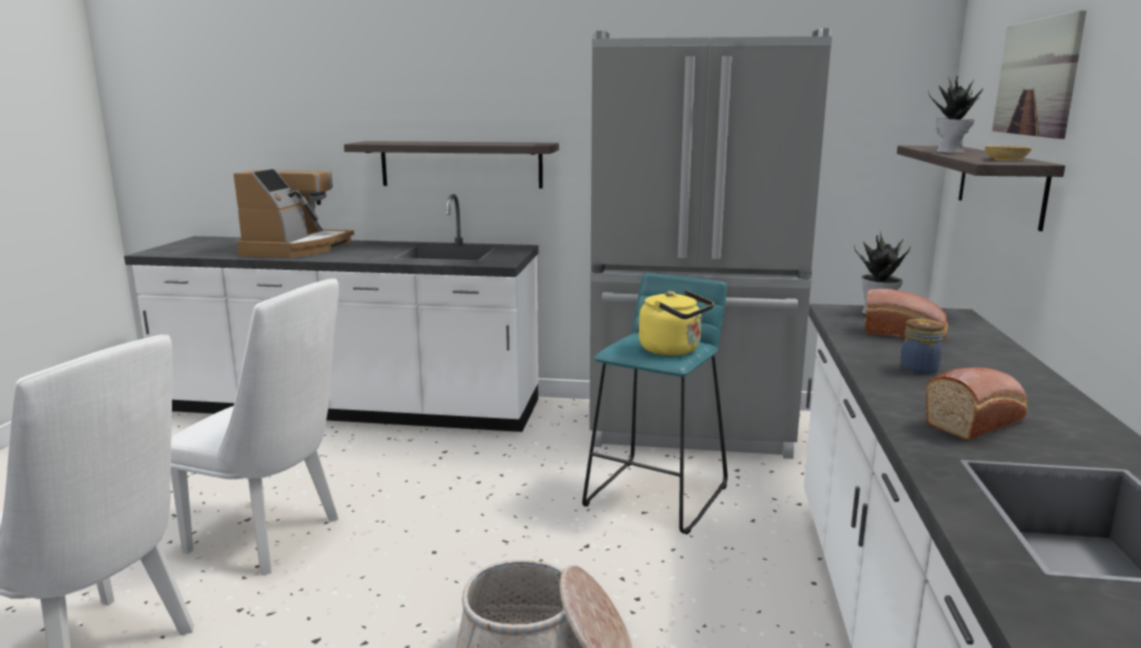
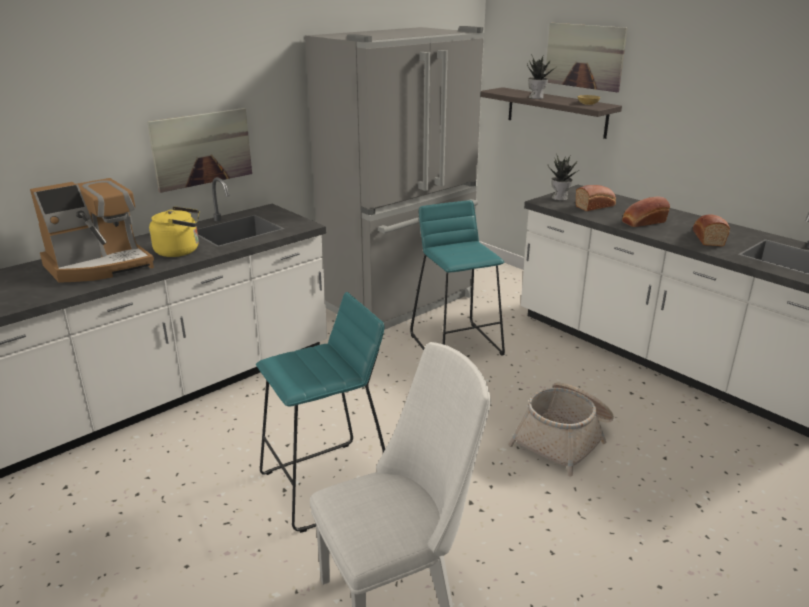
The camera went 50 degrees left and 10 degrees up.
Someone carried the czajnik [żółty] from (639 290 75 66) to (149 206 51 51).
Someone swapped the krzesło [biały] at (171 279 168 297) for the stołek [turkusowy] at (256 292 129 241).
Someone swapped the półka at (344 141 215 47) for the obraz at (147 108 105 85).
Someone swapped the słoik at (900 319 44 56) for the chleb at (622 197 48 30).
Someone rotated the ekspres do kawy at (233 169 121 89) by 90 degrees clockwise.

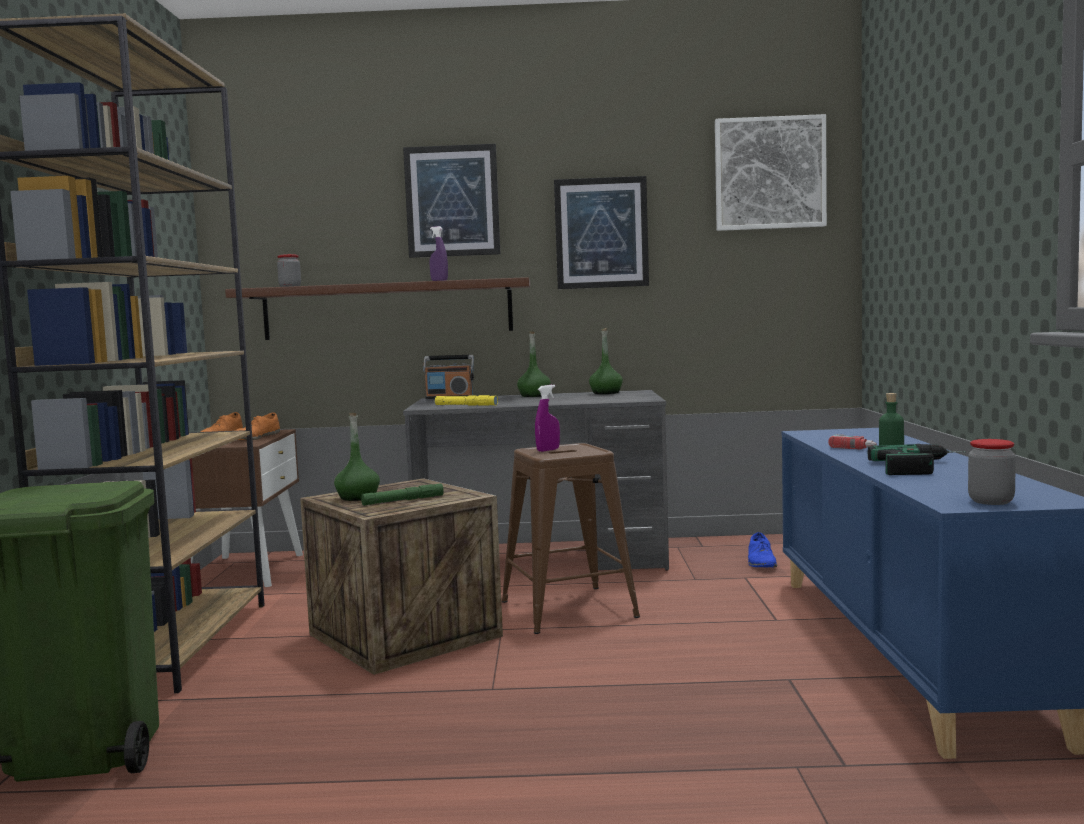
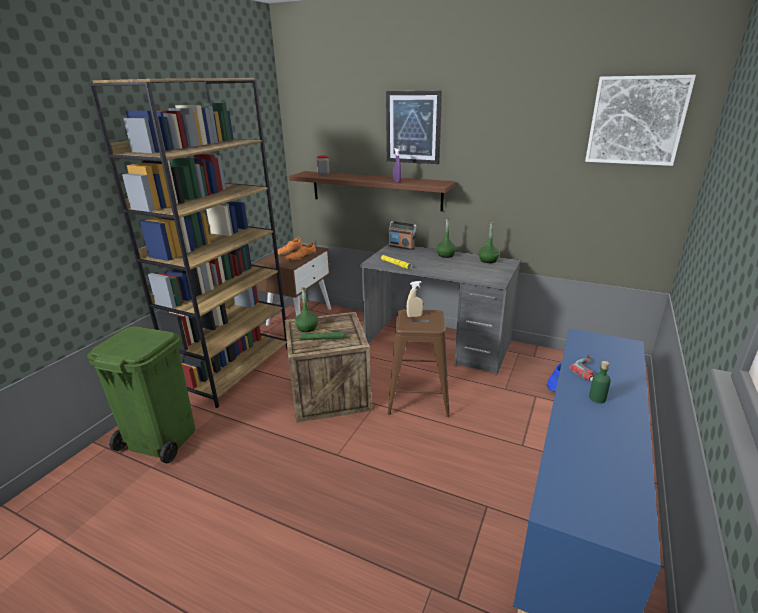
The camera went 25 degrees right and 20 degrees up.
Someone took away the obraz at (554 176 95 113).
Someone took away the wiertarka at (868 444 98 31).
Someone took away the słoik at (968 439 48 66).
Someone repainted the spryskiwacz [fioletowy] at (535 385 25 67), which became the spryskiwacz [beżowy] at (407 281 16 36).

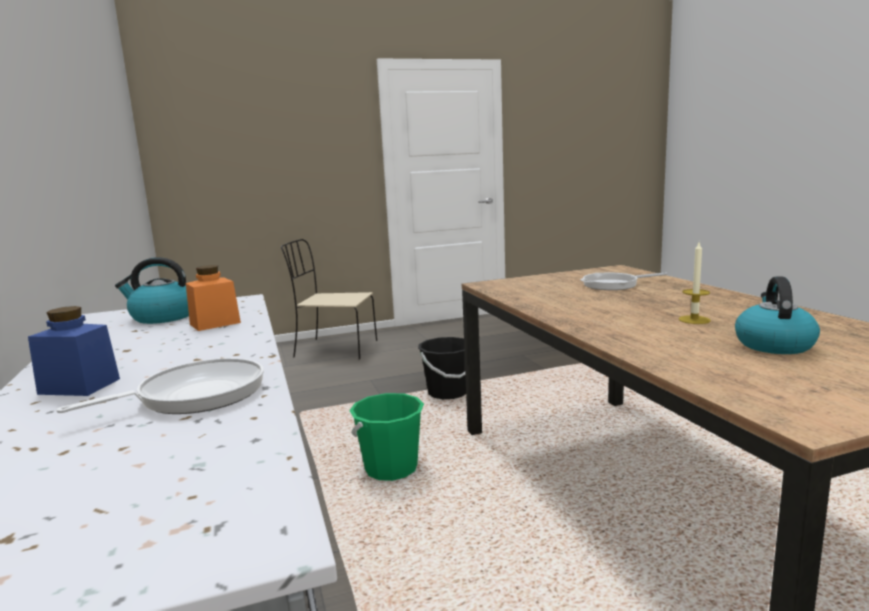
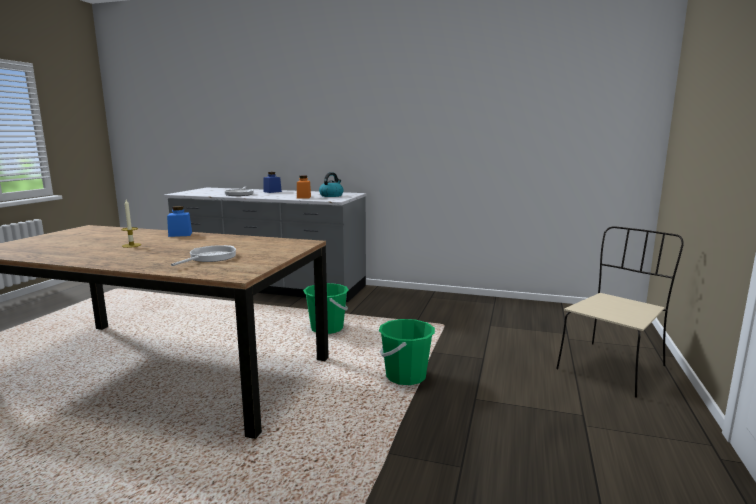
The camera went 125 degrees right and 0 degrees up.
Someone took away the czajnik at (735 277 85 77).
Someone put down the słoik [niebieski] at (167 206 25 31).
Someone repainted the wiadro [czarny] at (418 337 48 62), which became the wiadro [zielony] at (379 319 56 66).

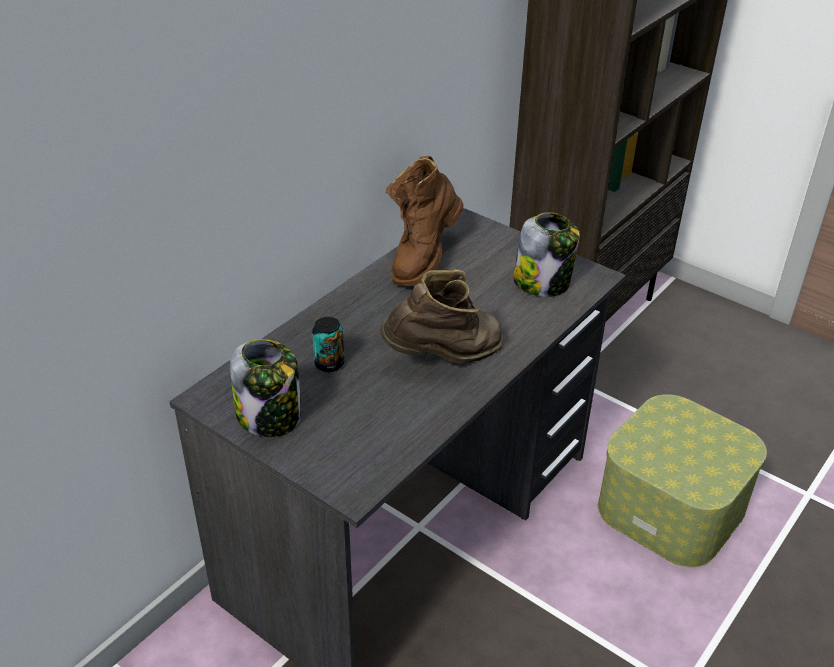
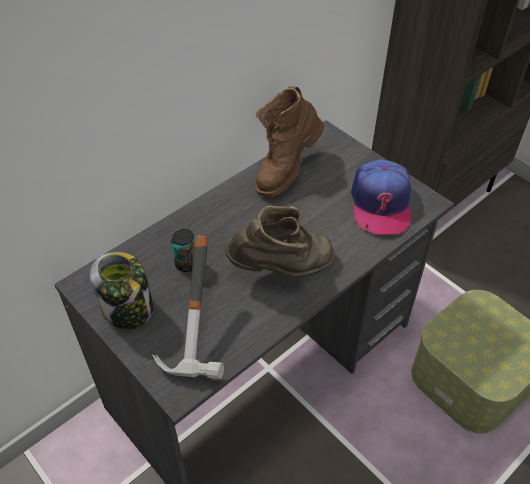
The camera went 10 degrees right and 10 degrees up.
Someone put down the młotek at (153 236 71 143).
Someone swapped the słoik at (513 212 67 85) for the czapka z daszkiem at (351 159 60 76).

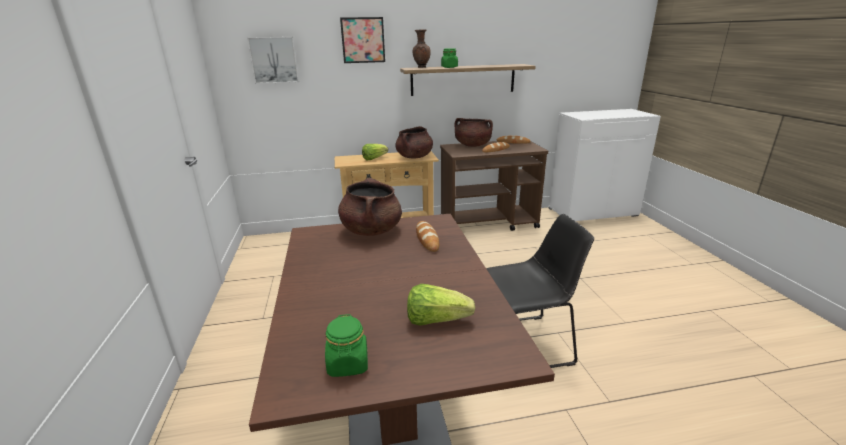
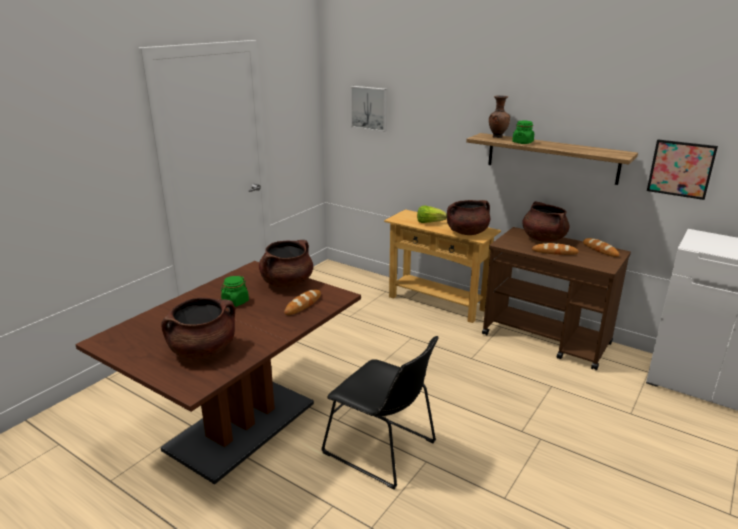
The camera went 45 degrees right and 0 degrees up.
Someone carried the słoik [zielony] from (325 314 43 63) to (221 276 28 31).
Someone carried the obraz from (340 17 45 46) to (647 139 71 61).
Someone swapped the sałata at (407 284 68 41) for the garnek [brązowy] at (161 298 74 61).

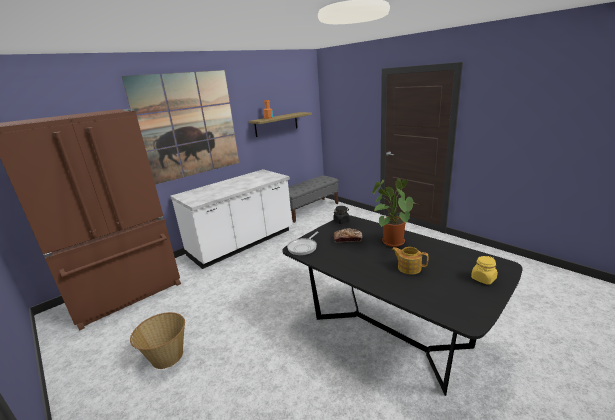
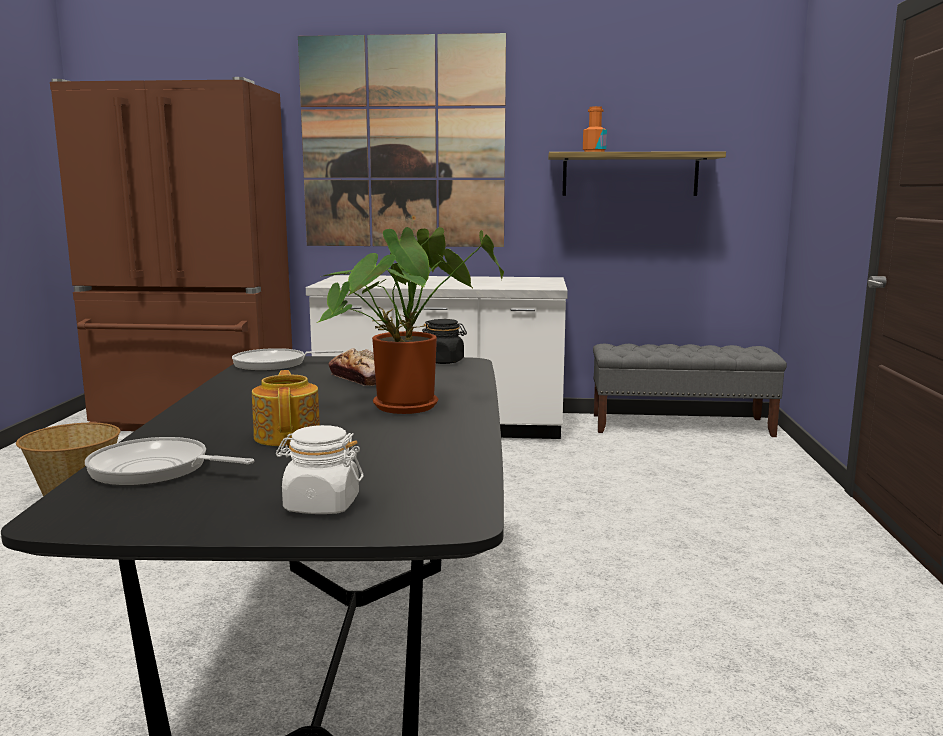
The camera went 45 degrees right and 10 degrees down.
Someone put down the patelnia at (85 437 169 49).
Someone repainted the słoik [żółty] at (471 256 27 29), which became the słoik [biały] at (276 425 87 89).

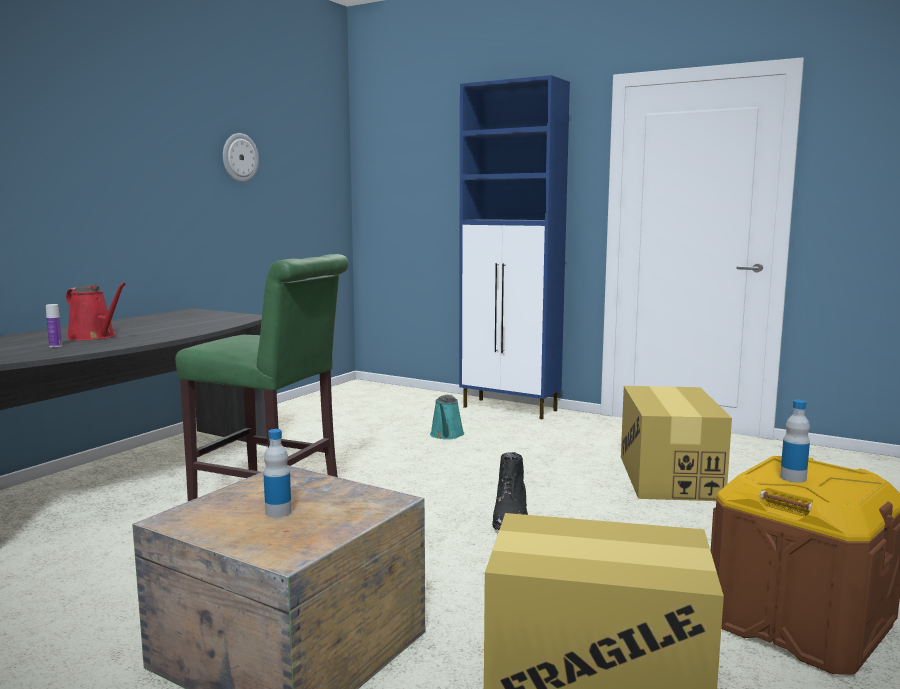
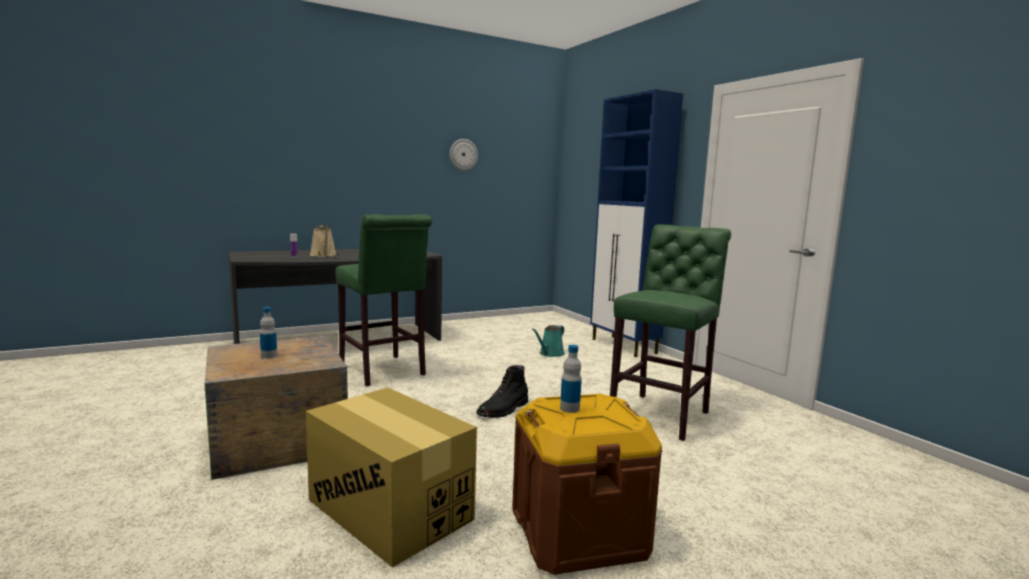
The camera went 30 degrees right and 0 degrees up.
Someone swapped the karton at (621 386 111 115) for the stołek [zielony] at (610 224 121 217).
Someone repainted the konewka [czerwony] at (66 283 60 57), which became the konewka [beżowy] at (310 225 27 32).

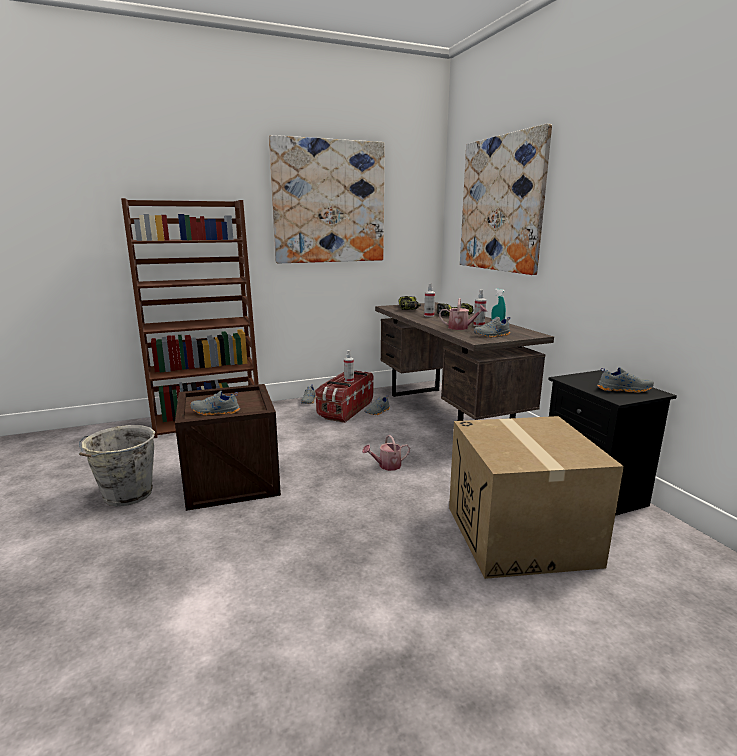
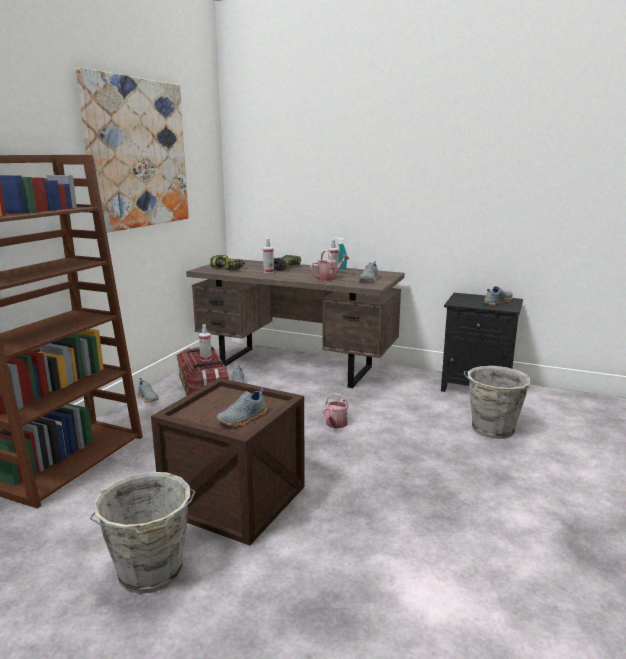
The camera went 45 degrees left and 0 degrees up.
Someone took away the obraz at (460 124 92 151).
Someone swapped the karton at (449 416 175 163) for the wiadro [szary] at (464 366 67 73).

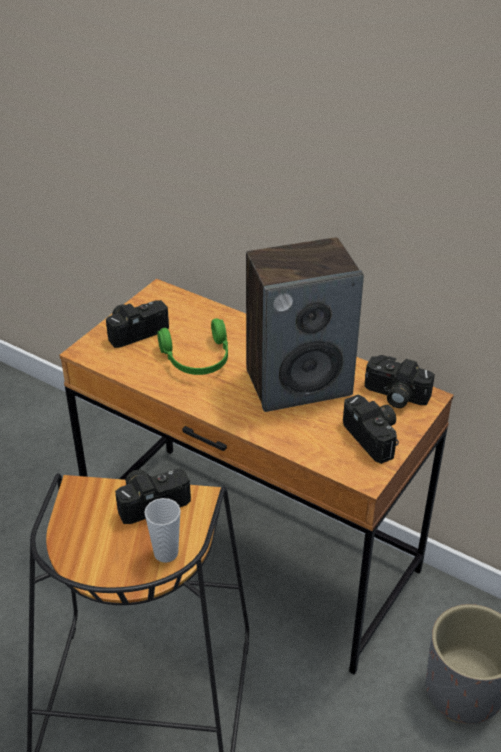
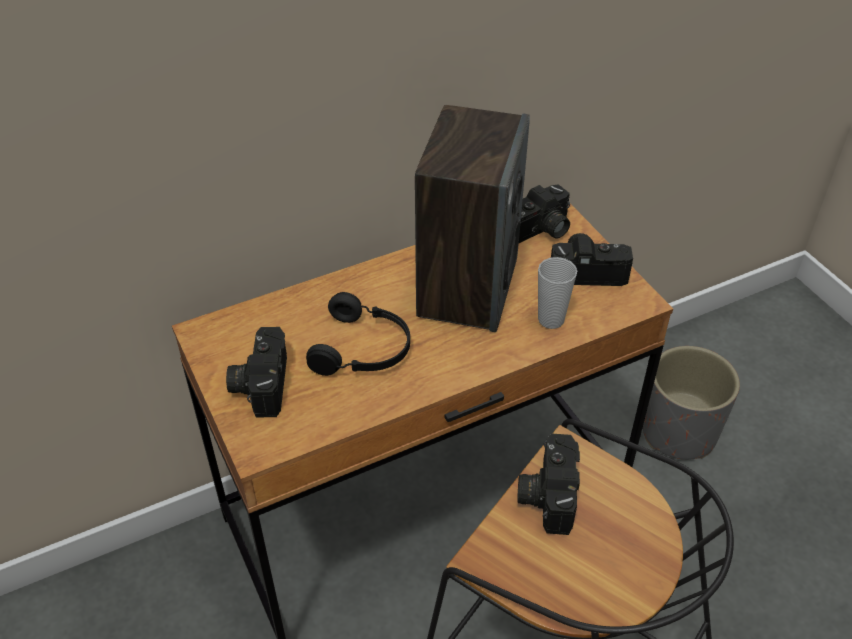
The camera went 60 degrees left and 5 degrees up.
Someone carried the filiżanka from (144 498 36 65) to (538 257 39 72).
Someone repainted the słuchawki [zielony] at (157 318 71 57), which became the słuchawki [czarny] at (306 292 104 84).

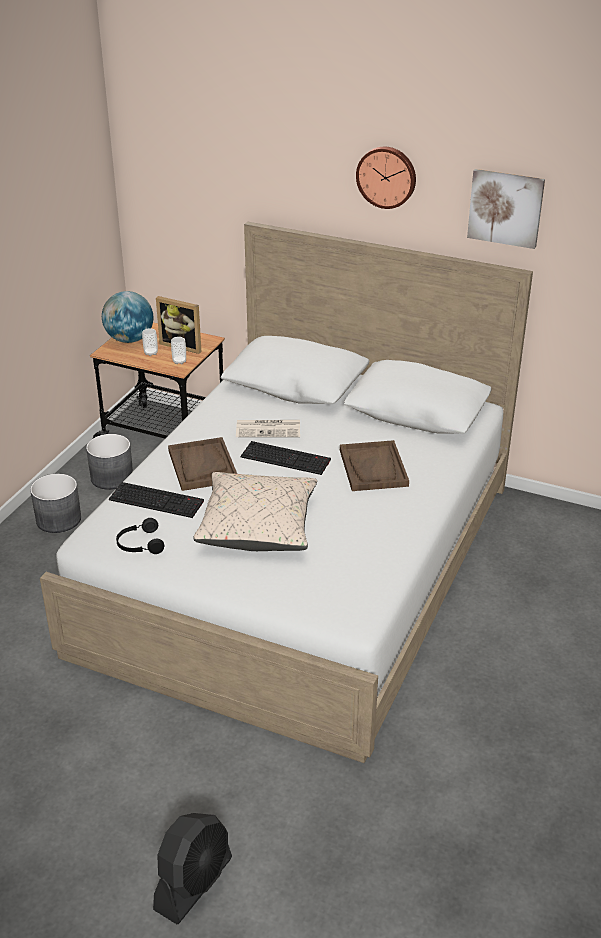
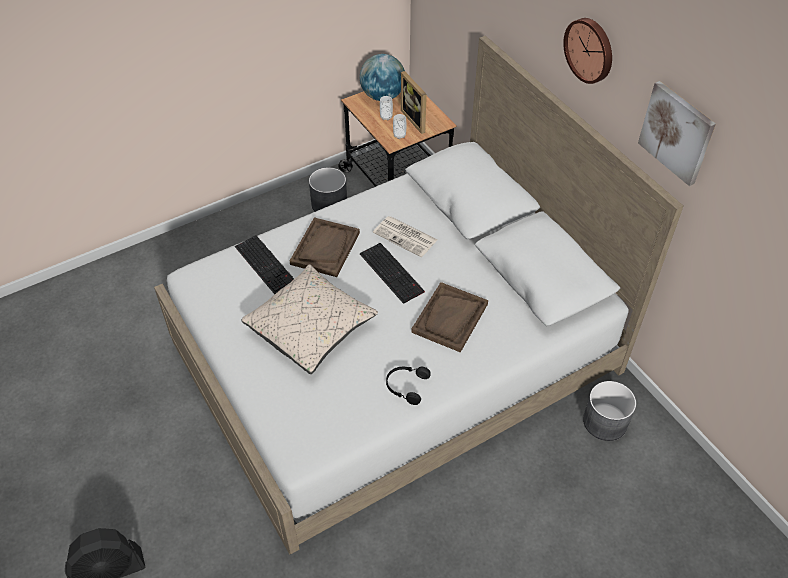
The camera went 35 degrees right and 15 degrees up.
Someone carried the donica [szary] from (30 474 51 59) to (583 381 53 60).
Someone carried the słuchawki [czarny] from (116 518 48 36) to (386 367 45 38).

